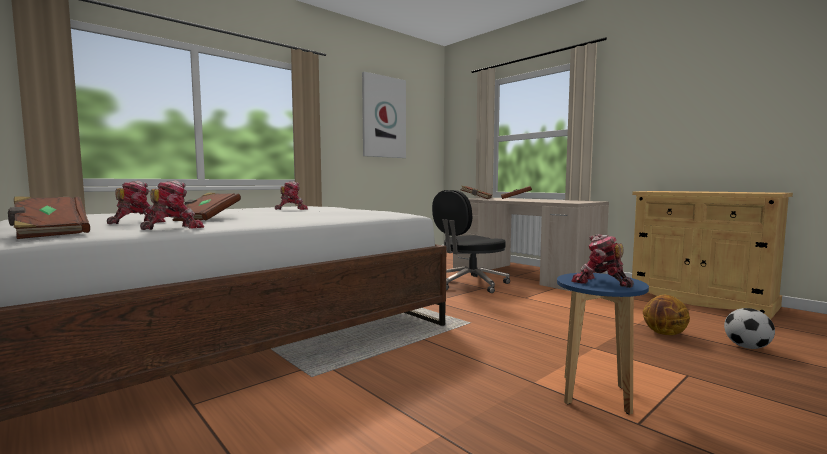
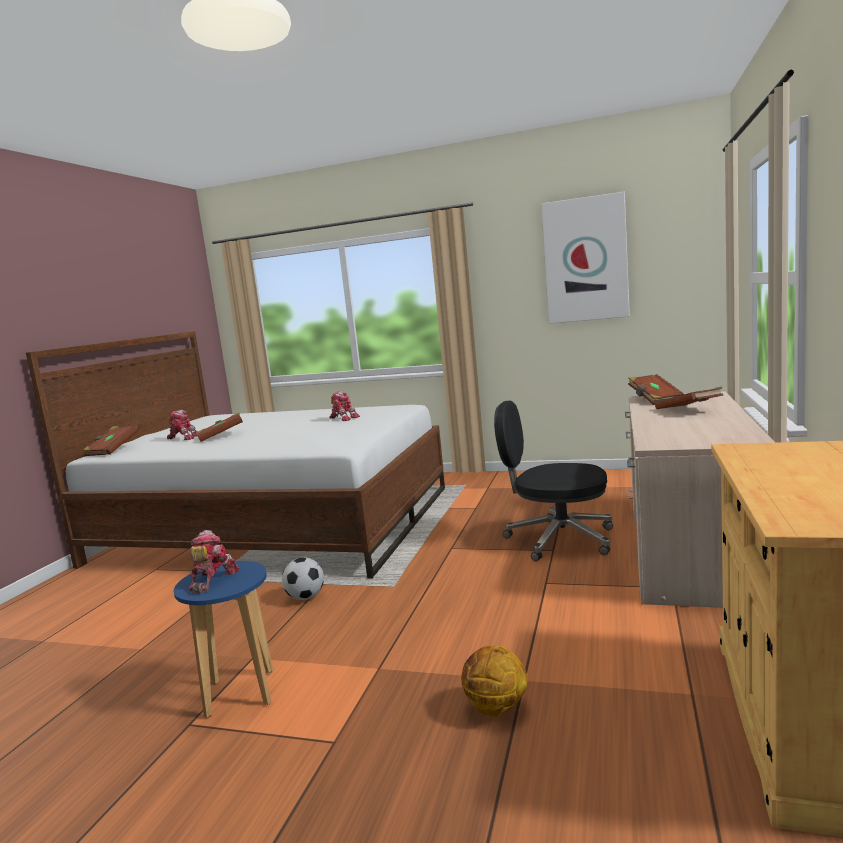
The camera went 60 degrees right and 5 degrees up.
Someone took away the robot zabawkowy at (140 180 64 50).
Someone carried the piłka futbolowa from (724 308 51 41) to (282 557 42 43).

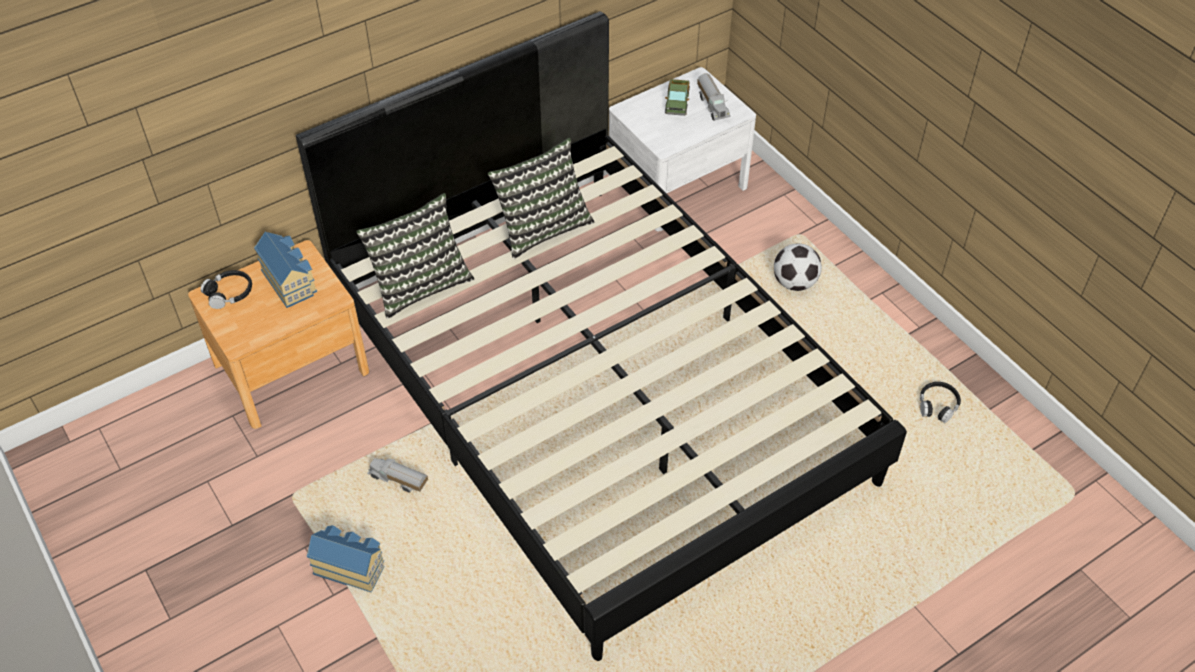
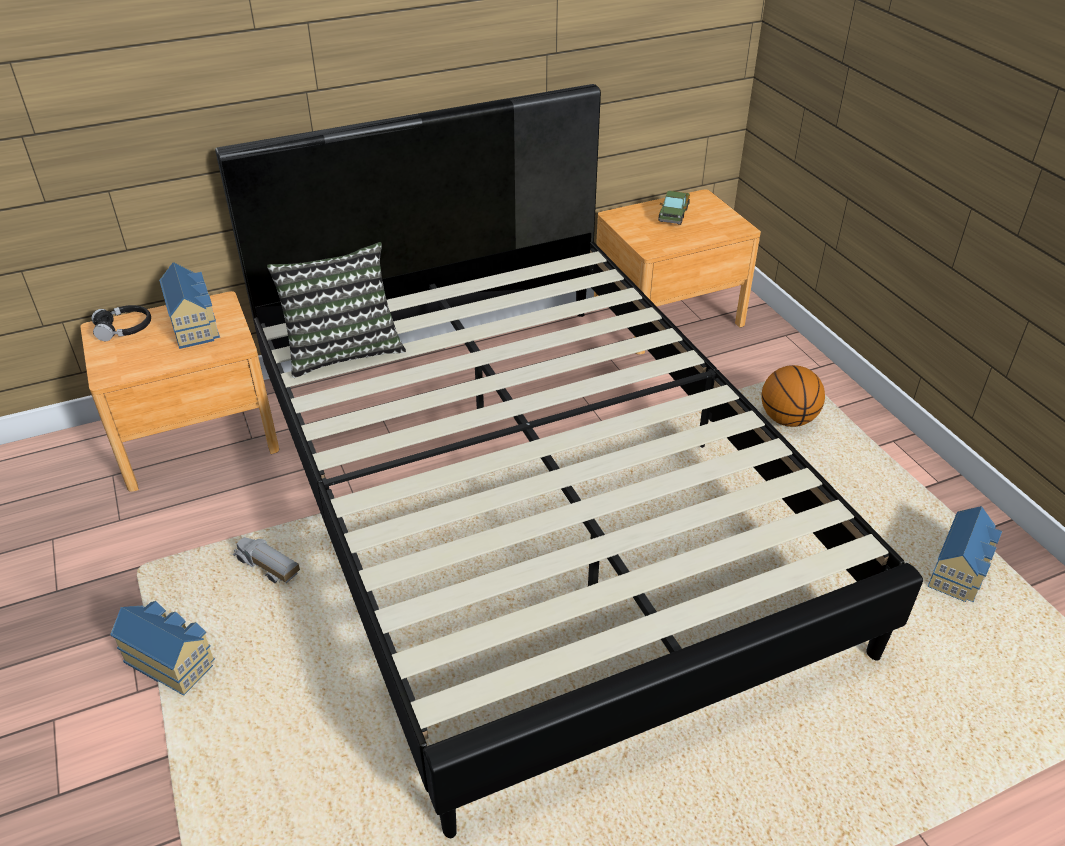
The camera went 10 degrees right and 10 degrees down.
Someone took away the poduszka at (488 138 106 121).
Someone took away the ciężarówka zabawkowa at (697 73 33 48).
Someone swapped the piłka futbolowa at (774 243 48 48) for the piłka do koszykówki at (761 365 64 62).
Someone swapped the słuchawki [czarny] at (920 382 41 41) for the domek at (927 506 75 96).
Someone repainted the szafka nocna [biały] at (608 67 148 165), which became the szafka nocna [brązowy] at (594 189 167 165).

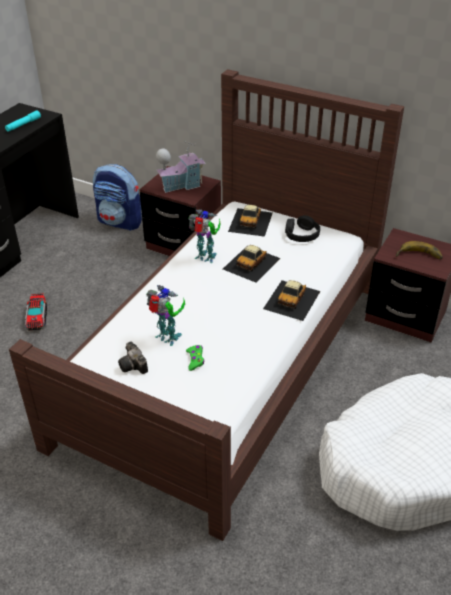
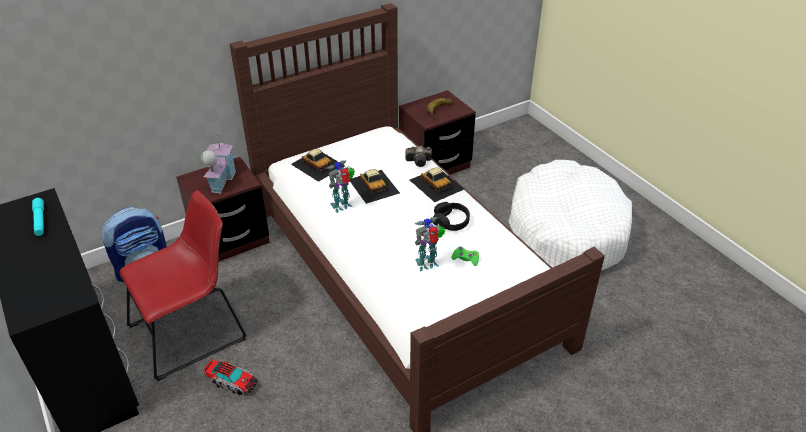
The camera went 60 degrees left and 0 degrees up.
Someone put down the krzesło [czerwony] at (120 190 126 191).
Someone carried the aparat fotograficzny from (118 341 30 33) to (405 146 27 21).
Someone carried the słuchawki [czarny] from (285 215 35 27) to (433 202 37 29).

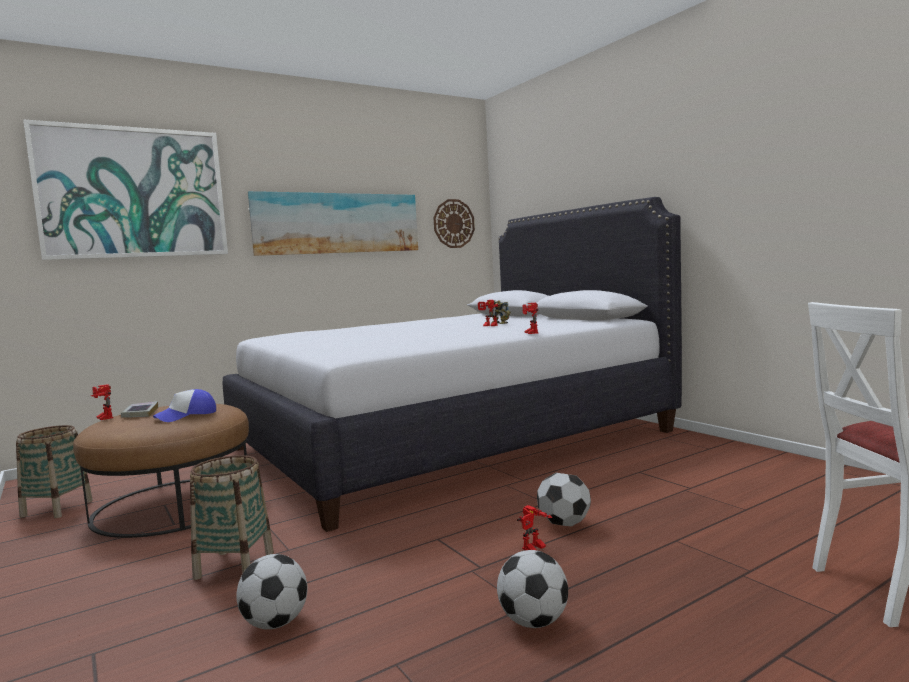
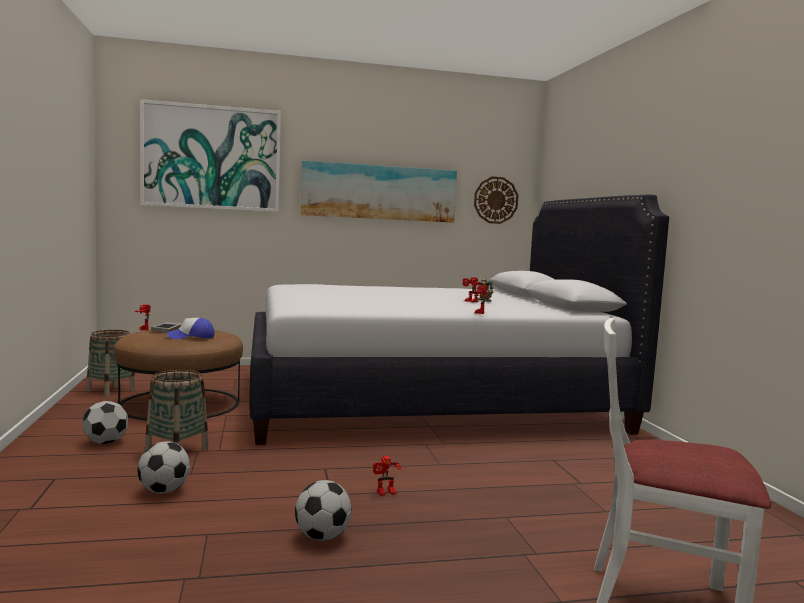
The camera went 20 degrees right and 0 degrees up.
Someone carried the piłka futbolowa from (537 473 54 53) to (82 401 46 43).

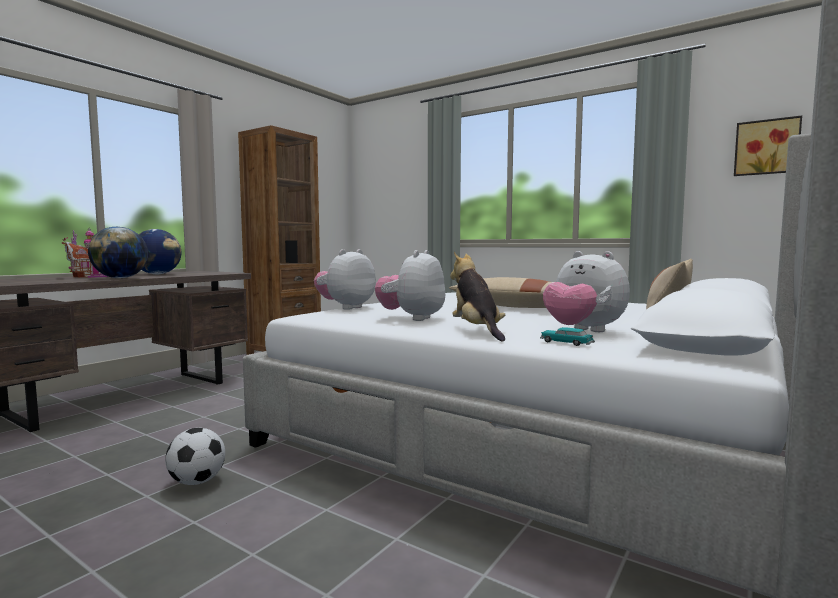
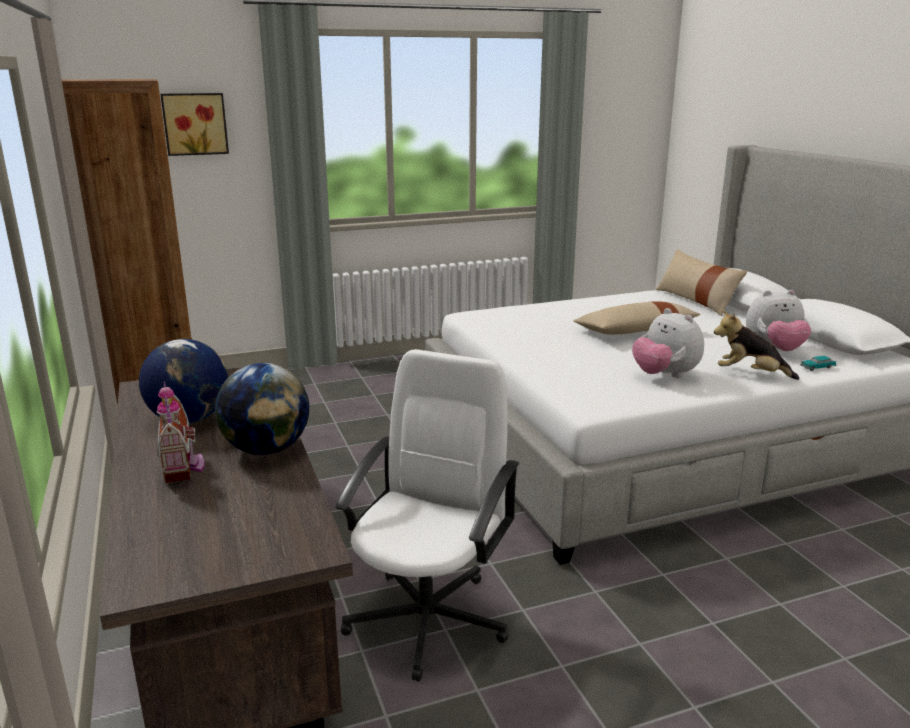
The camera went 55 degrees left and 15 degrees up.
Someone took away the piłka futbolowa at (165 428 60 57).
Someone took away the pluszak at (314 249 62 61).
Someone put down the krzesło biurowe [biały] at (335 349 185 332).
Someone carried the obraz from (734 116 68 60) to (160 93 69 63).

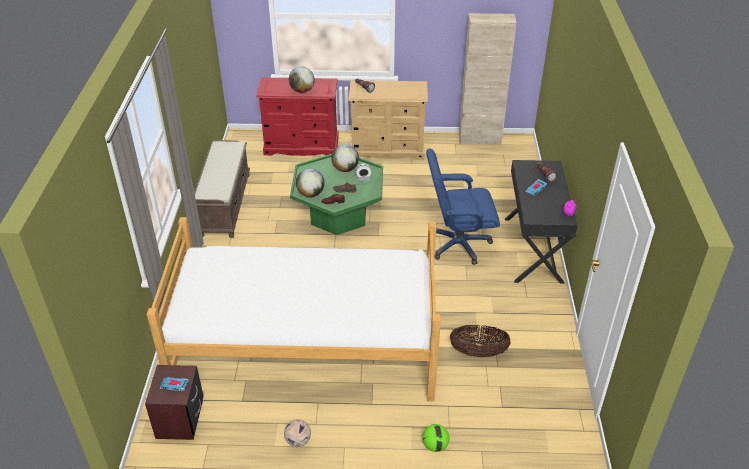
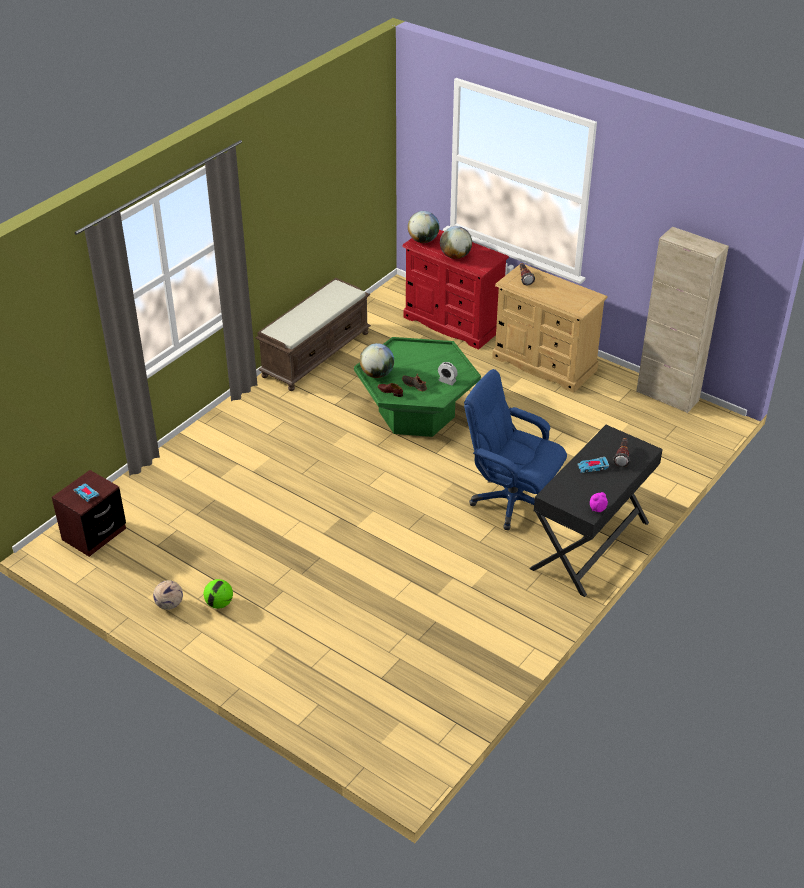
The camera went 35 degrees right and 0 degrees up.
Someone took away the łóżko at (147 217 294 184).
Someone took away the koszyk at (450 325 61 32).
Someone carried the globus from (331 144 28 28) to (408 211 31 32).
Someone carried the piłka futbolowa from (422 424 28 28) to (204 579 29 30).

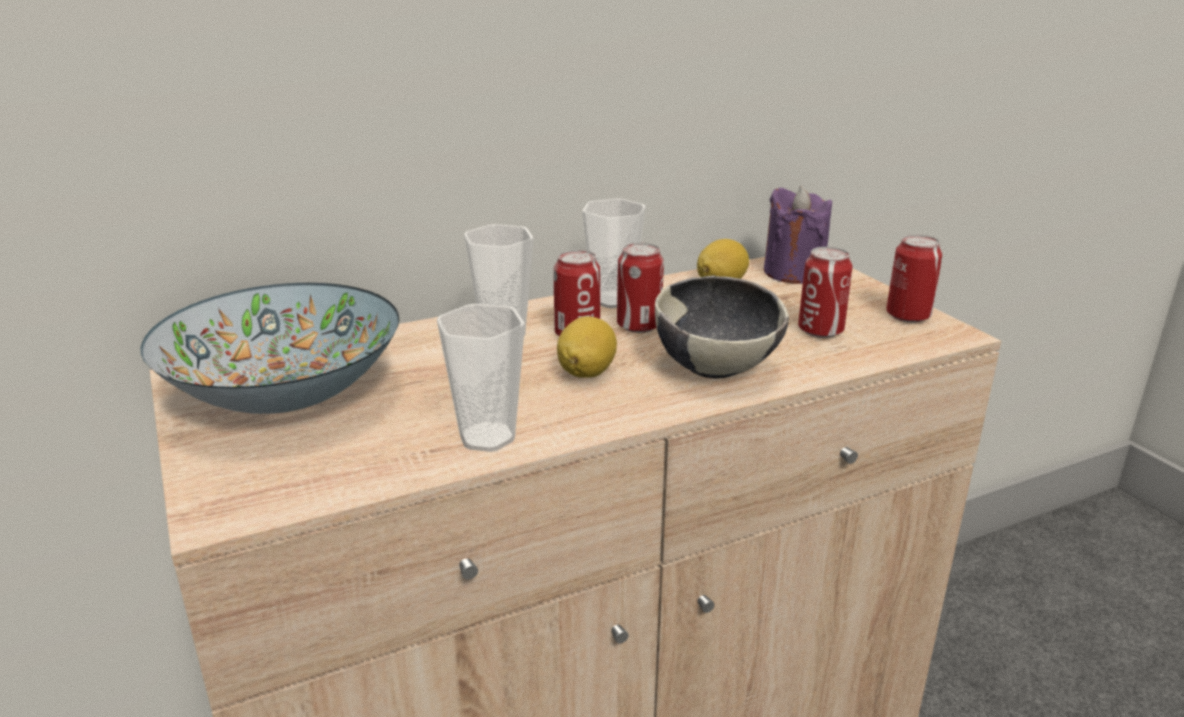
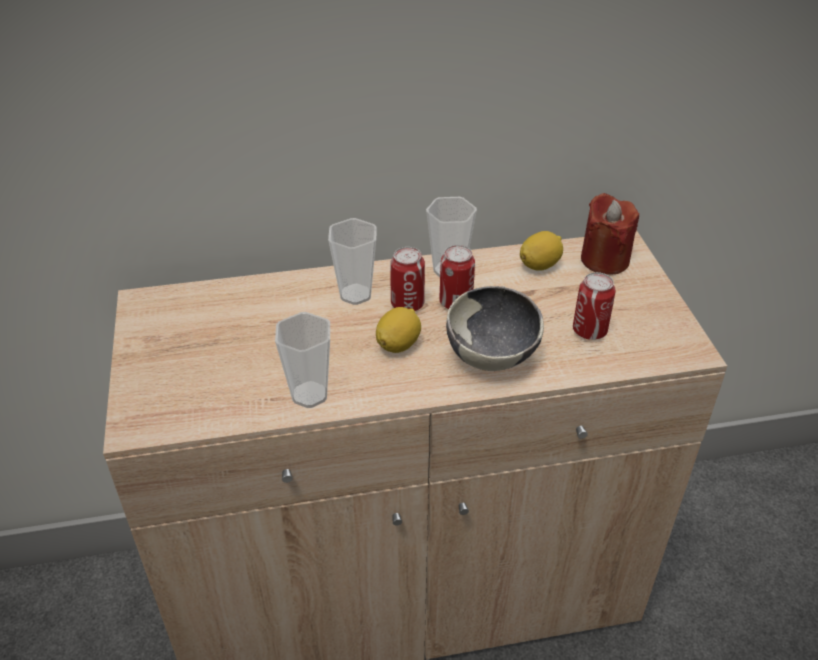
The camera went 15 degrees right and 15 degrees up.
Someone took away the miska at (141 283 258 131).
Someone took away the puszka at (886 235 56 88).
Someone repainted the świeca [fioletowy] at (764 186 68 98), which became the świeca [czerwony] at (581 193 58 82).

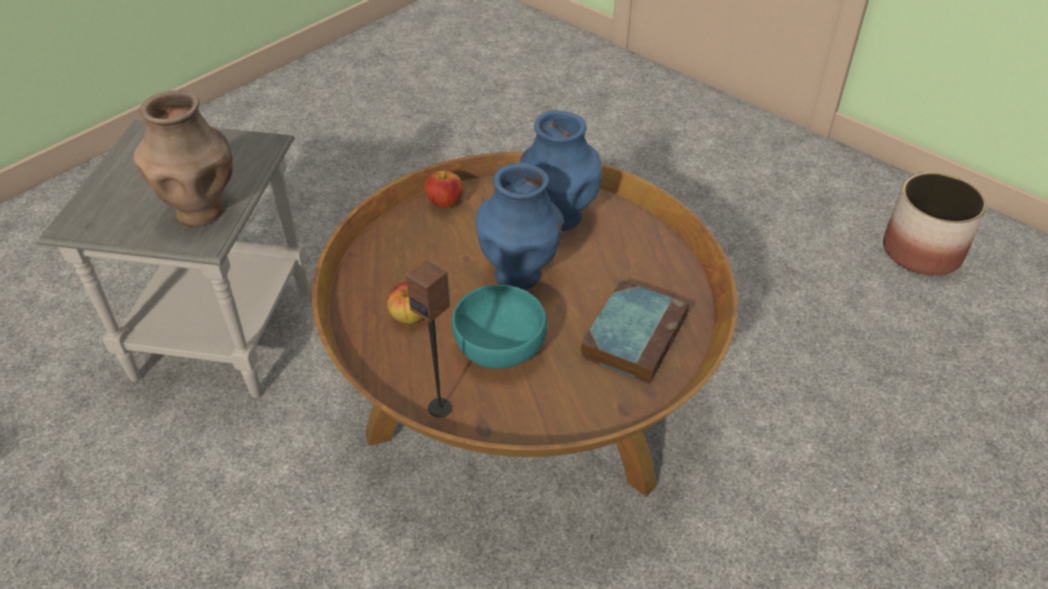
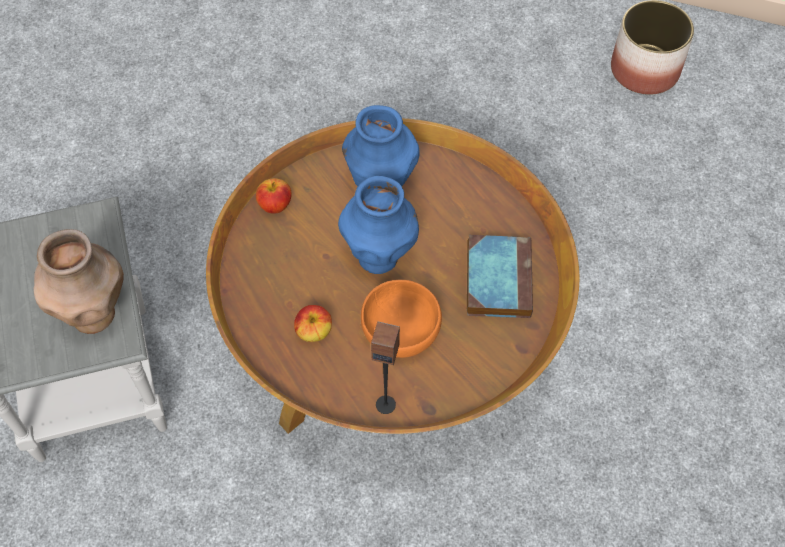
The camera went 25 degrees left and 15 degrees up.
Someone repainted the miska [turkusowy] at (452 284 95 85), which became the miska [pomarańczowy] at (361 280 81 78).

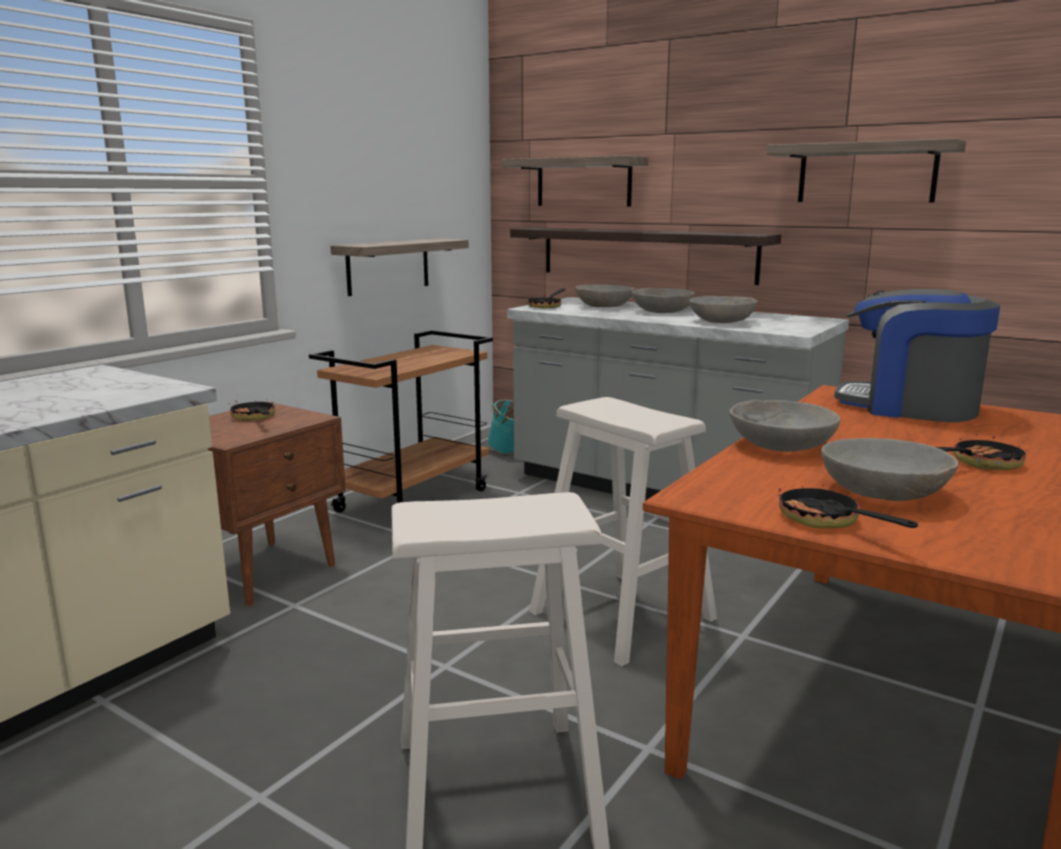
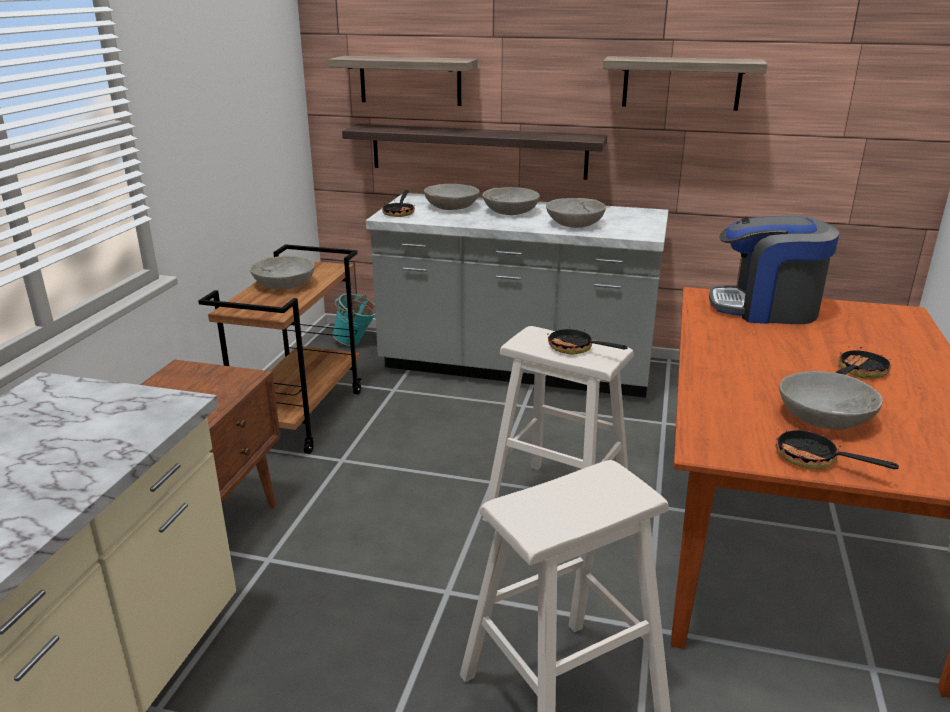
The camera went 20 degrees left and 10 degrees up.
Someone took away the półka at (330 239 139 57).
Someone carried the patelnia from (229 394 46 27) to (547 326 81 29).
Someone carried the miska [szary] from (729 400 111 52) to (250 256 65 34).

